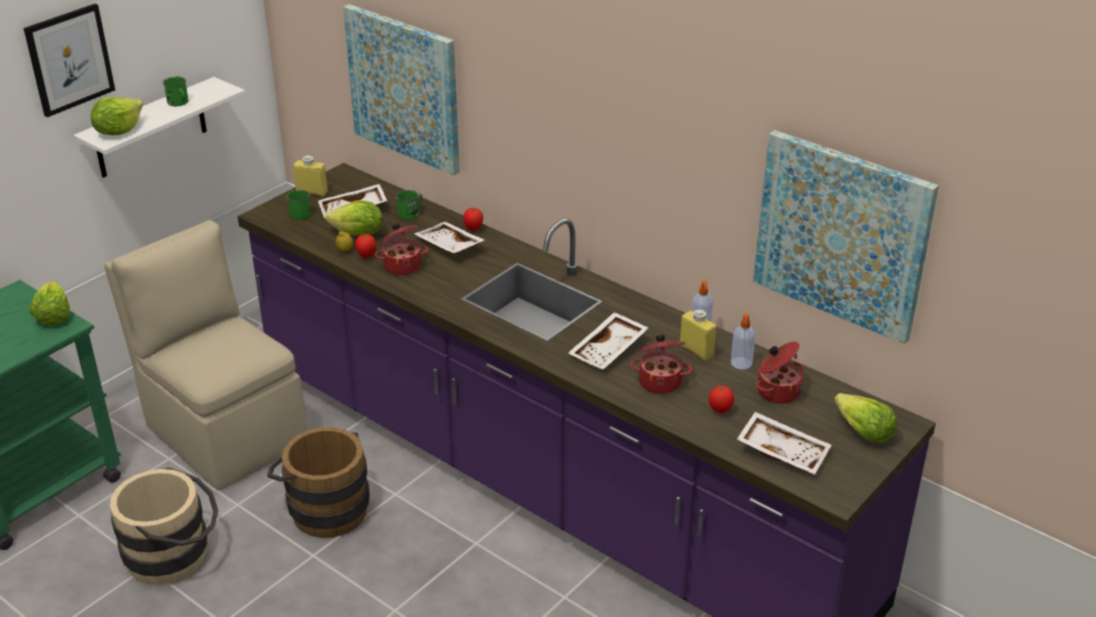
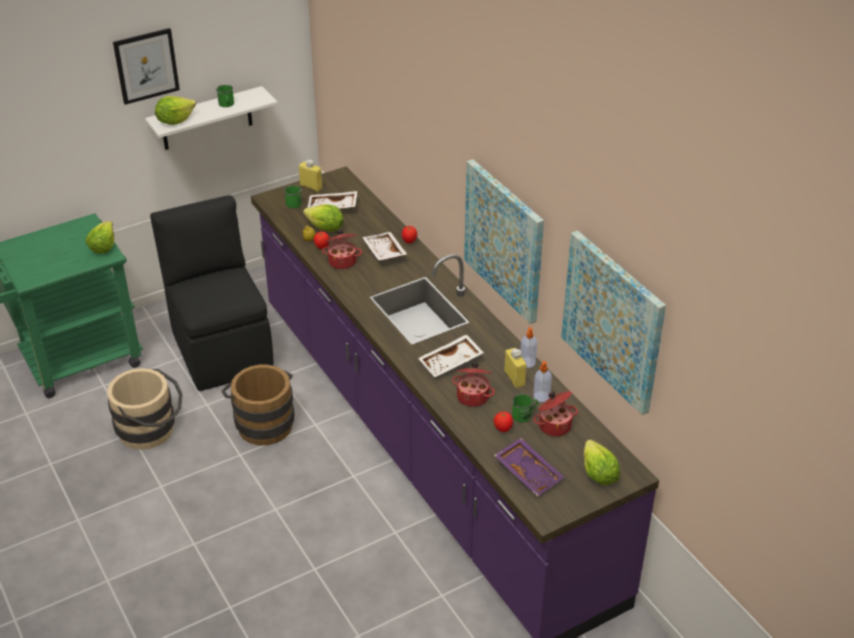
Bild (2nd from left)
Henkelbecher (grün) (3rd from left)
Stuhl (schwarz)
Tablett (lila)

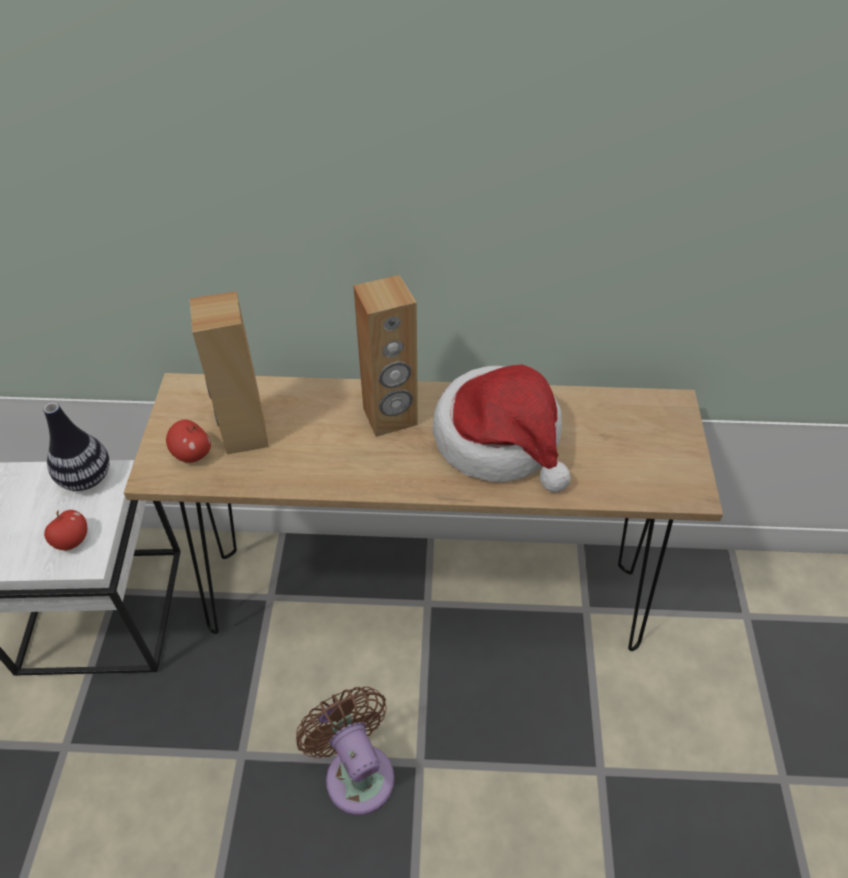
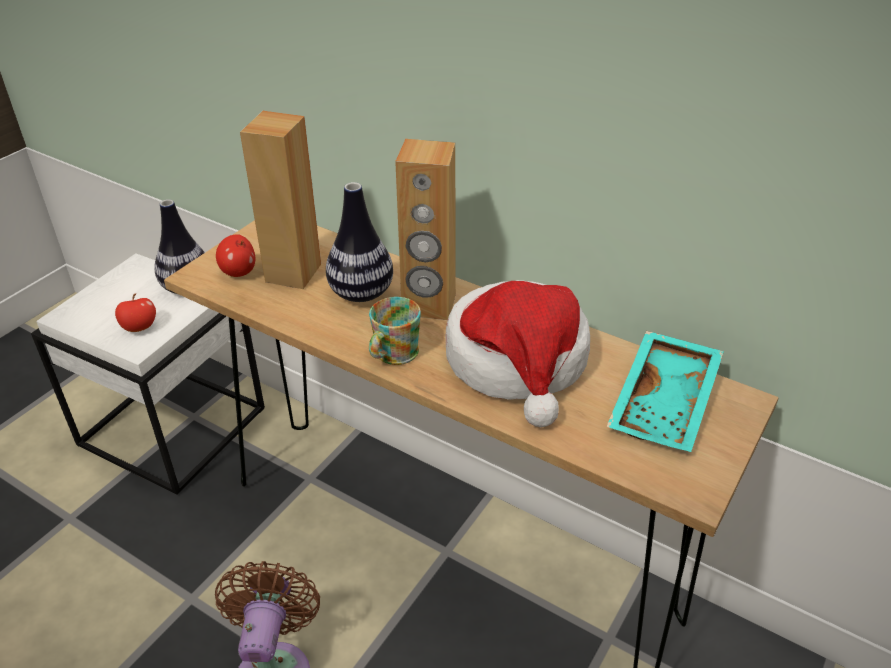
Vase (2nd from left)
Henkelbecher
Tablett (türkis)

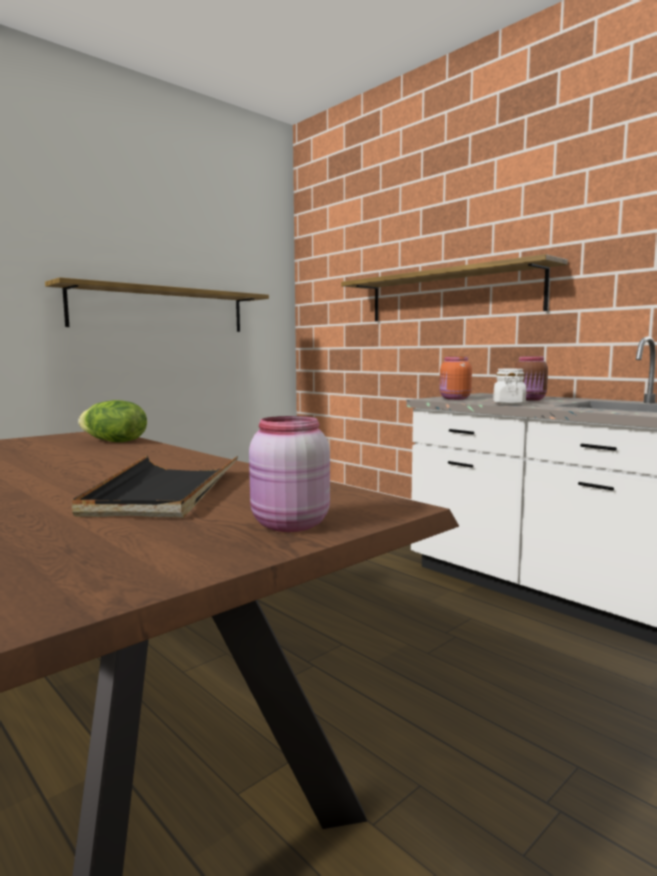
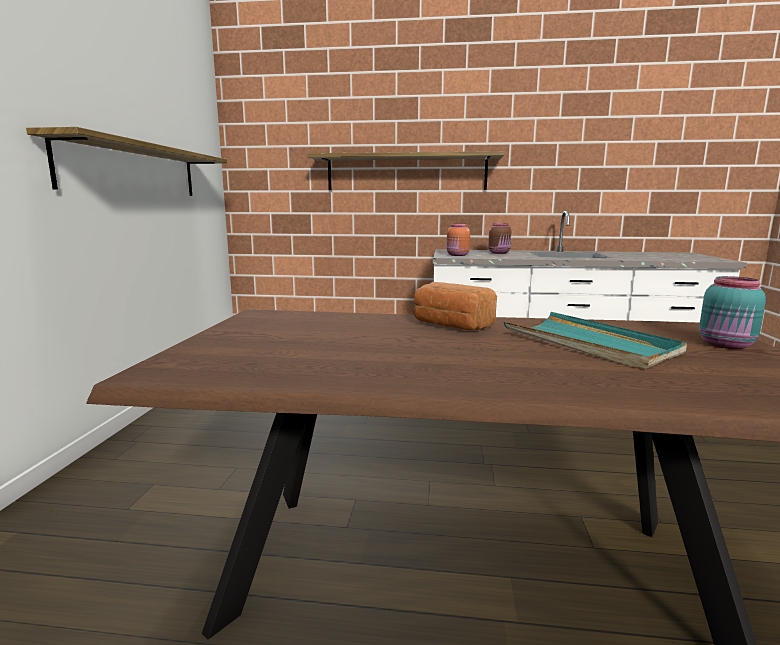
Salatkopf
Vorratsglas (weiß)
Brot
Tablett (türkis)
Vorratsglas (türkis)

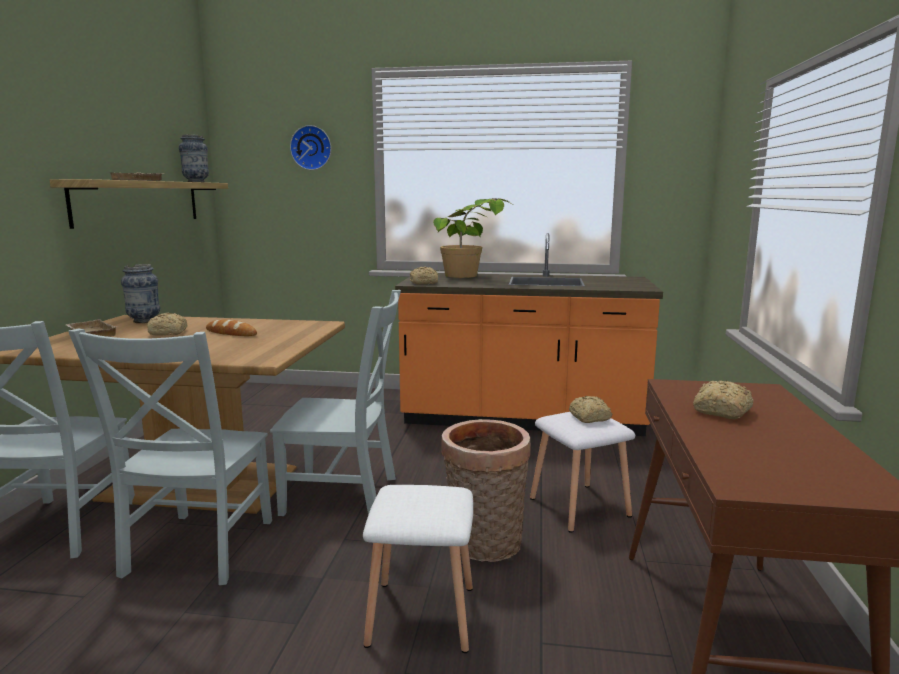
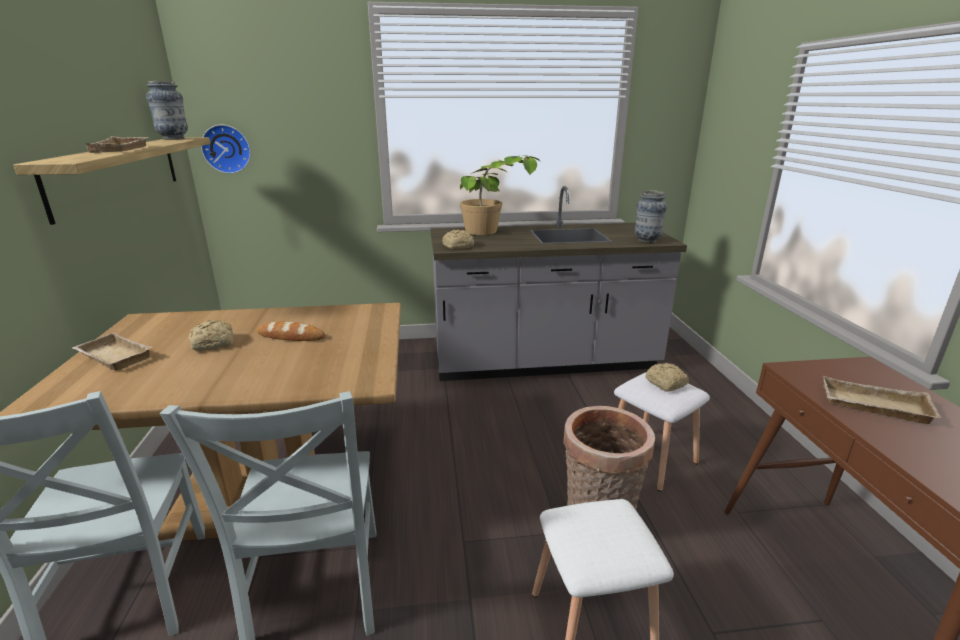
Stuhl (grau) (3rd from left in the first image)
Vase (2nd from left)
Wanduhr
Tablett (beige) (3rd from left)
Küchenzeile (grau)

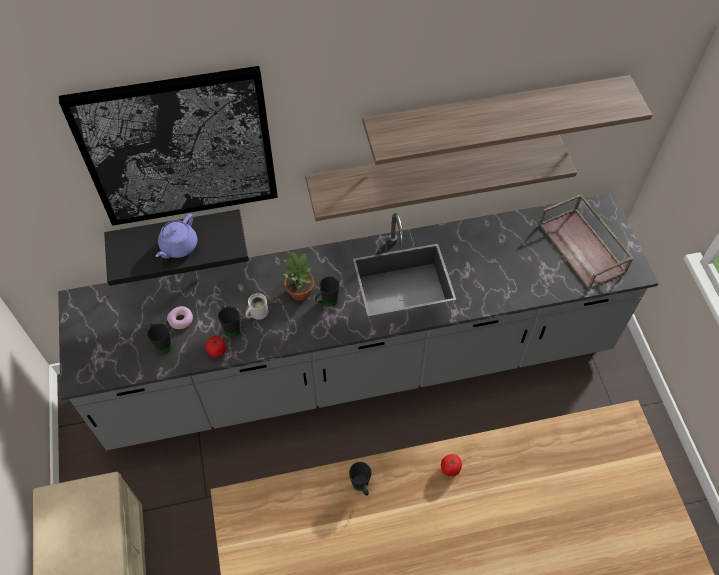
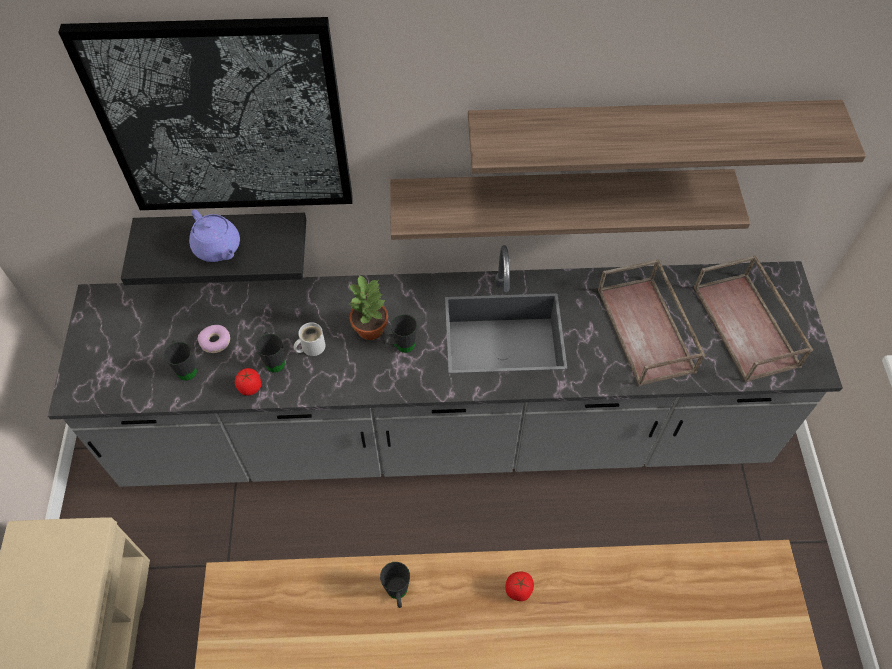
Tablett (braun) (1st from left)
Teekanne (lila)

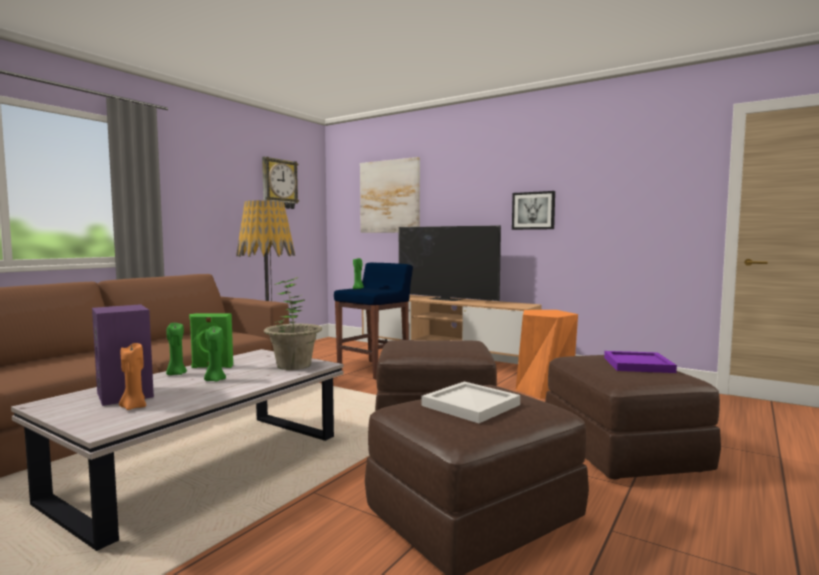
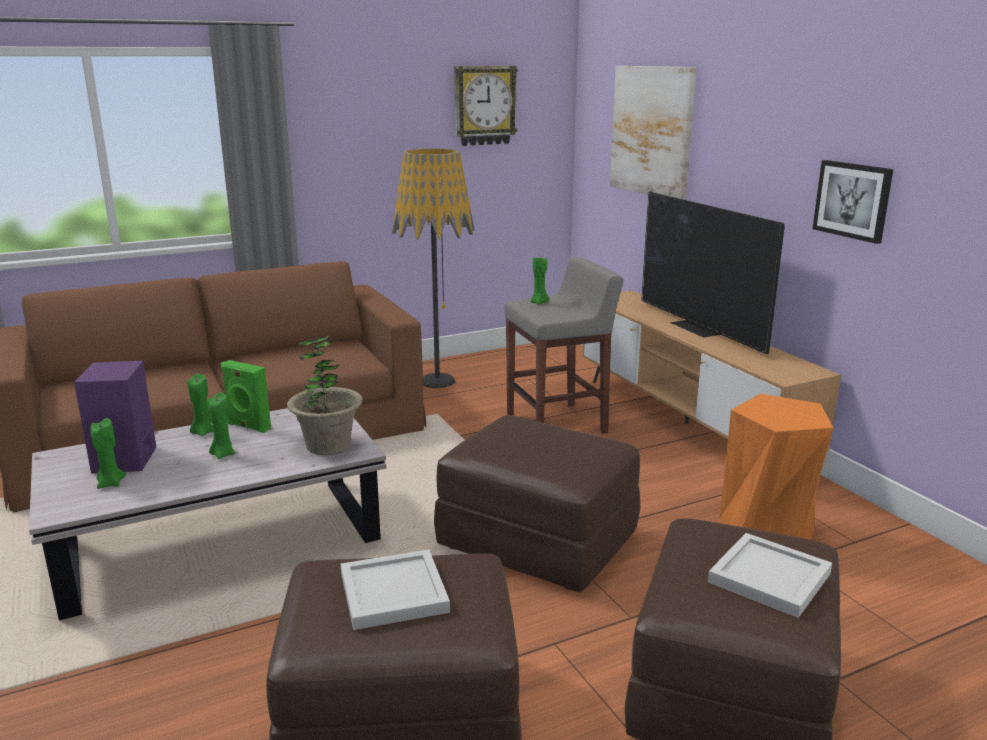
Kerze (grün) (1st from left)
Hocker (grau)
Tablett (weiß) (2nd from left)

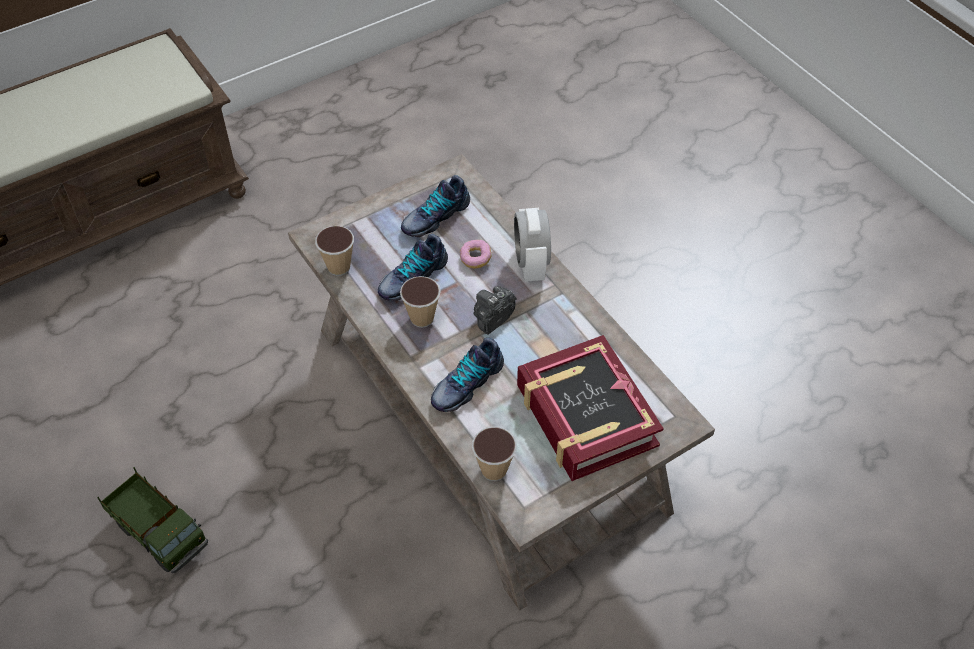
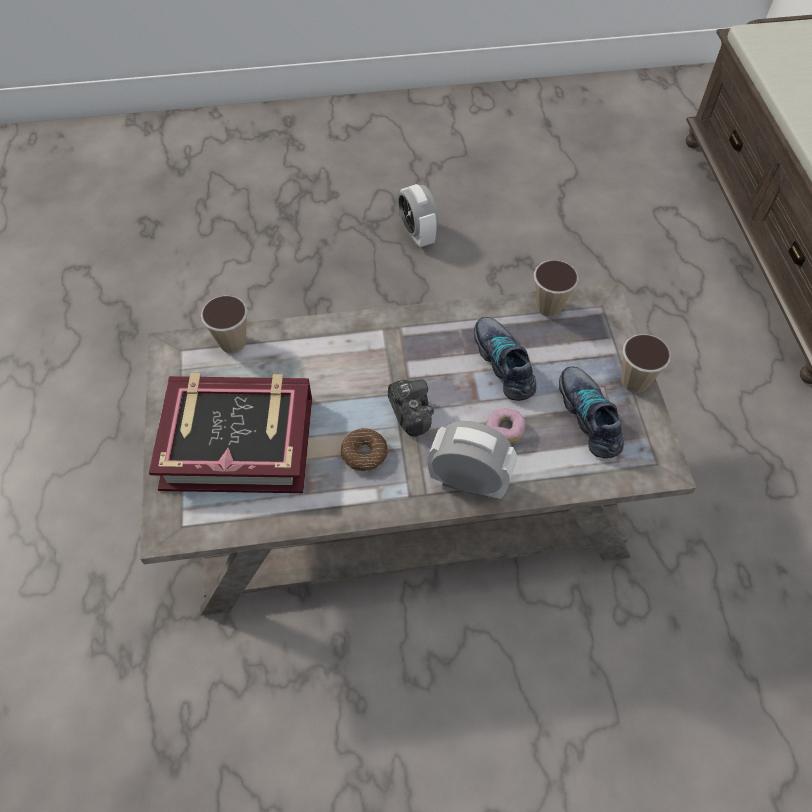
Schuh (3rd from left in the first image)
Donut (1st from left)
Tasse (3rd from left)
Wecker (1st from left)

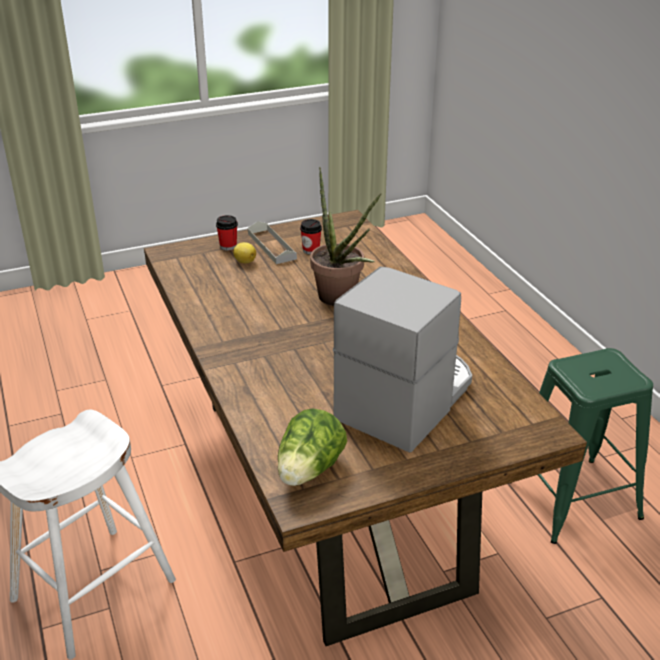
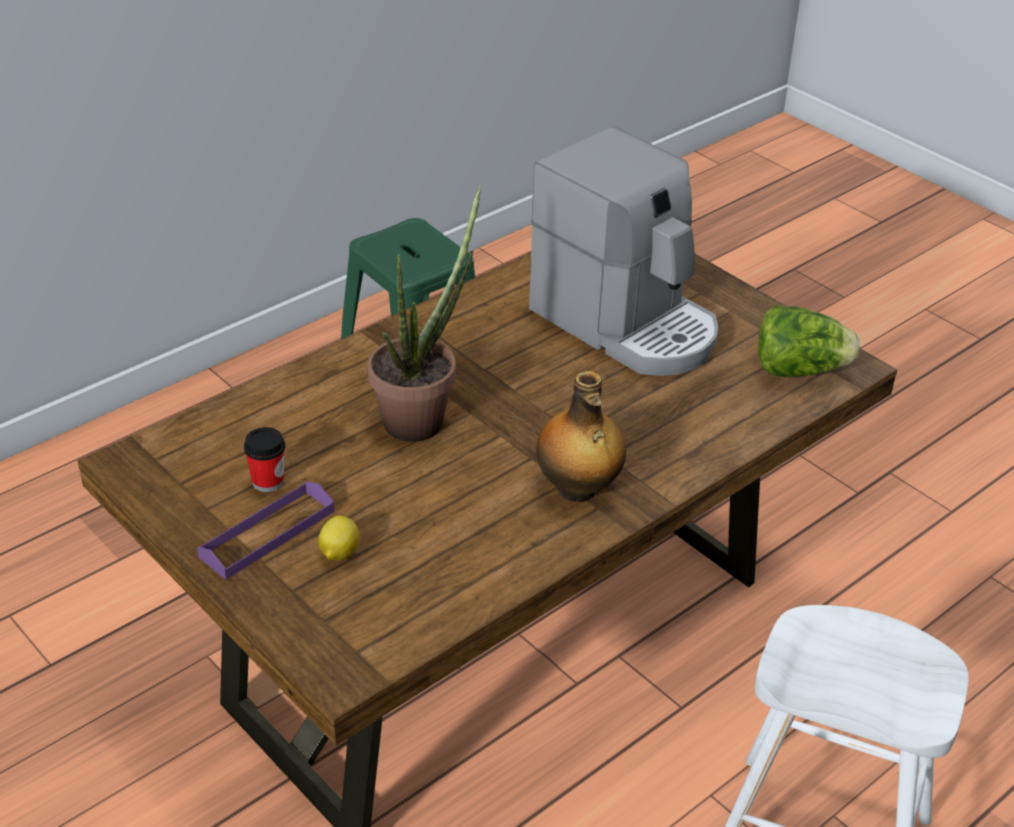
Tasse (1st from left in the first image)
Flasche
Tablett (lila)
Kaffeemaschine

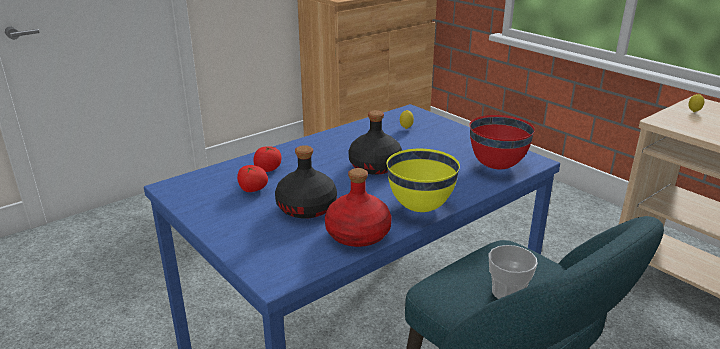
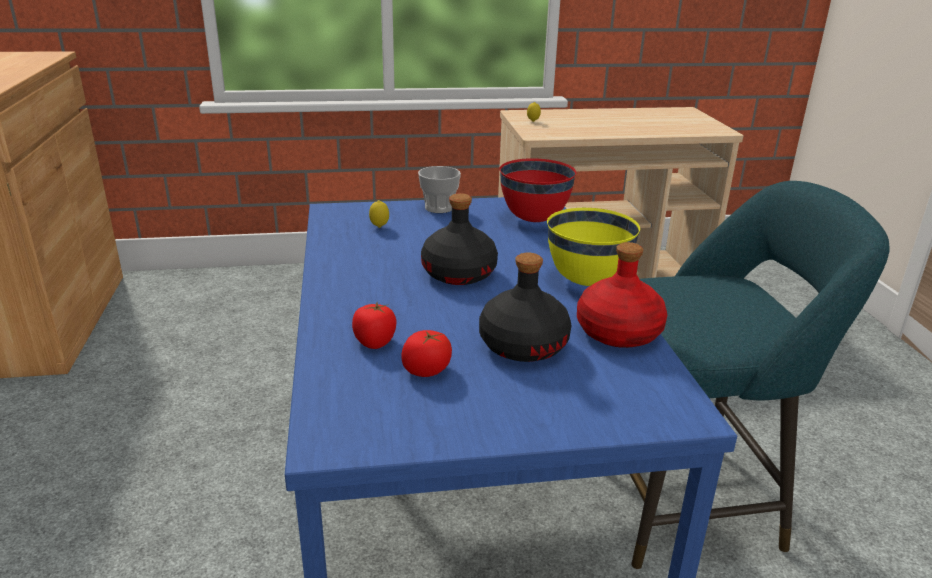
Tasse

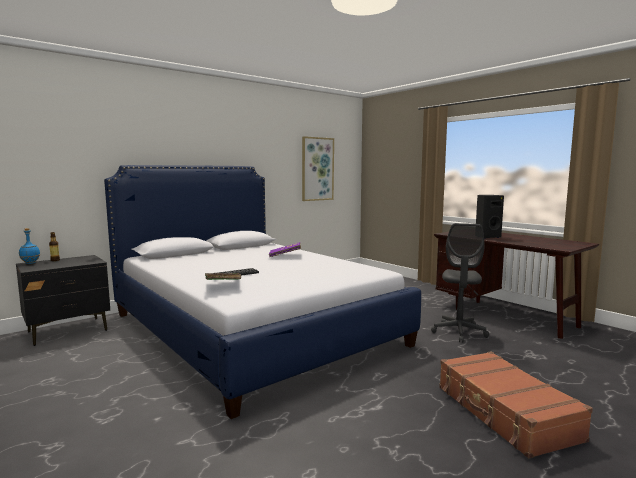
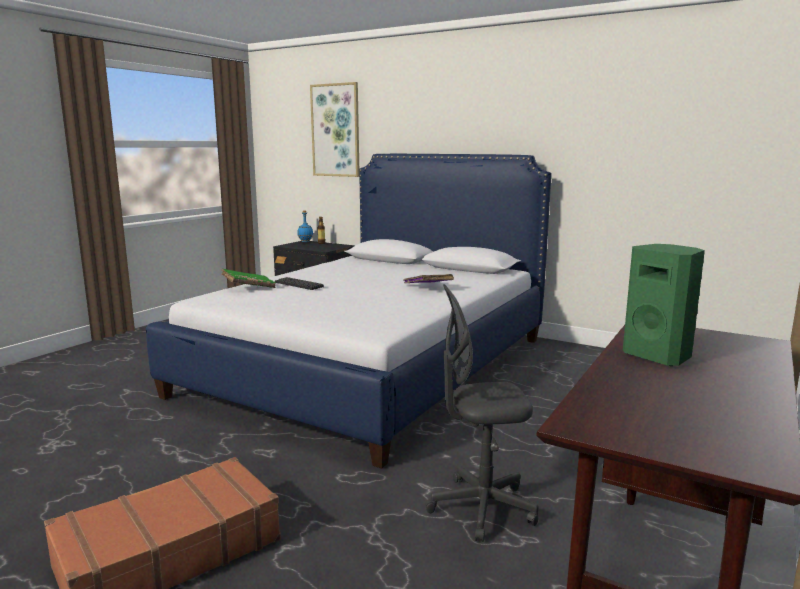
Bild
Lautsprecher (grün)

